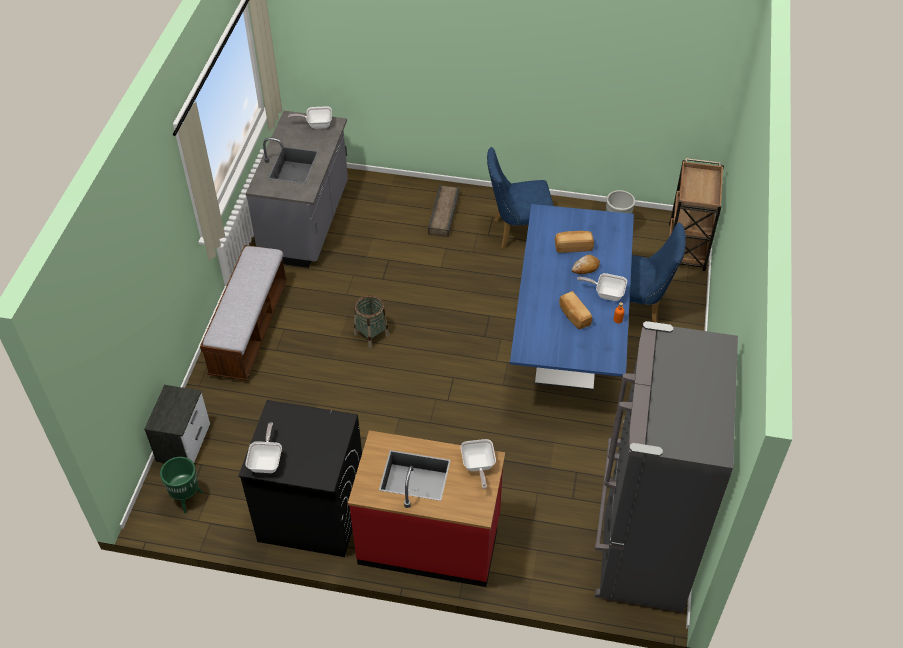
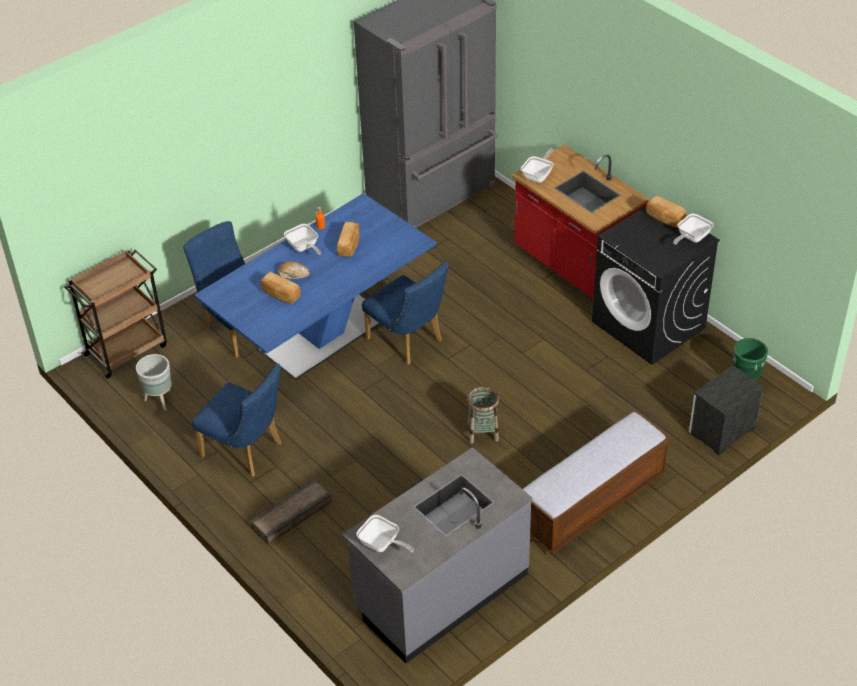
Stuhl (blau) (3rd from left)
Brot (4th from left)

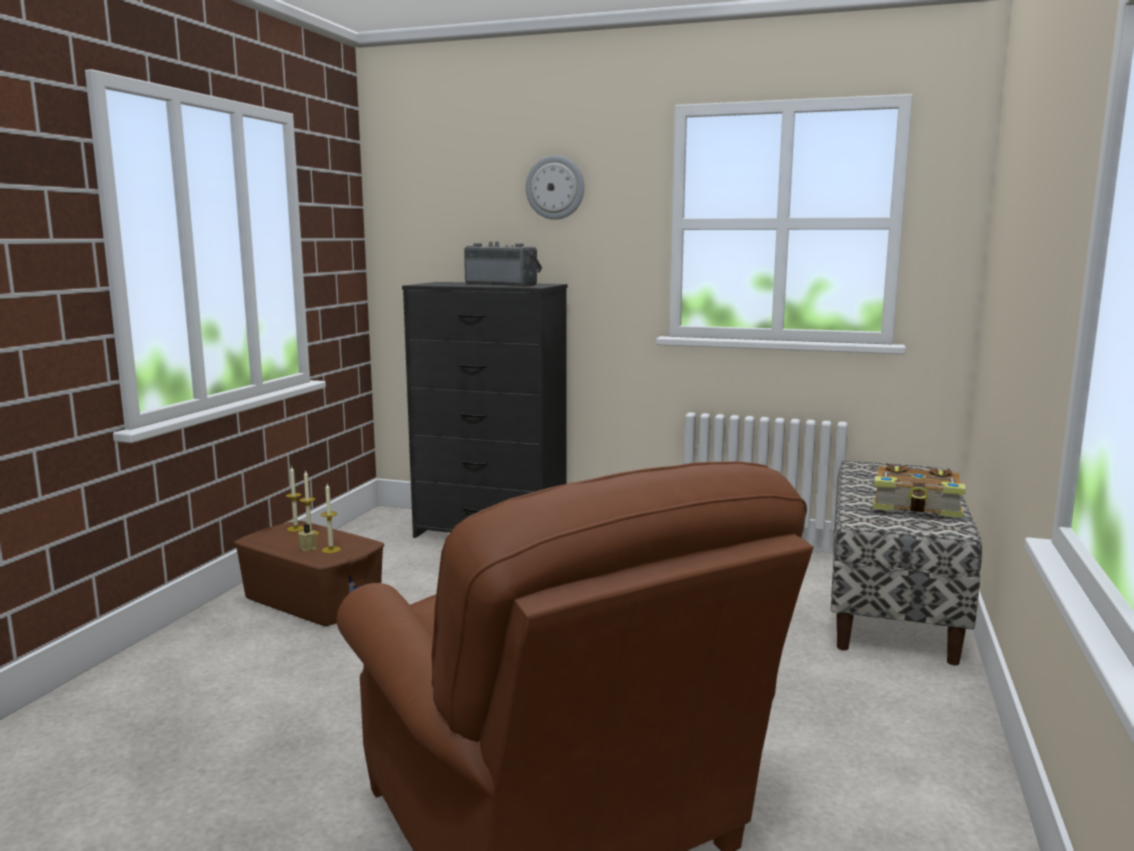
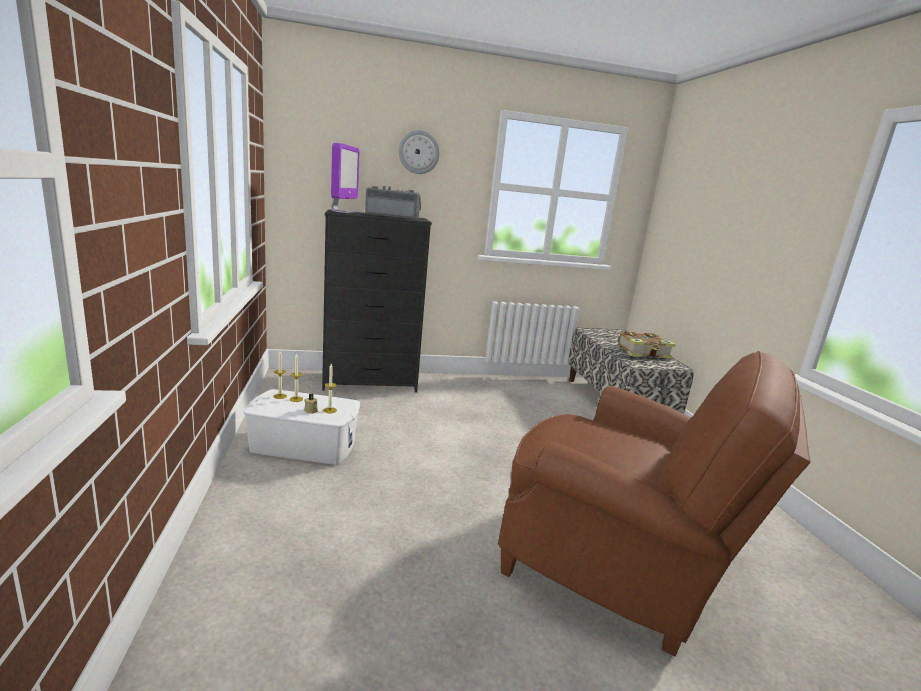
Monitor
Aufbewahrungsbox (weiß)

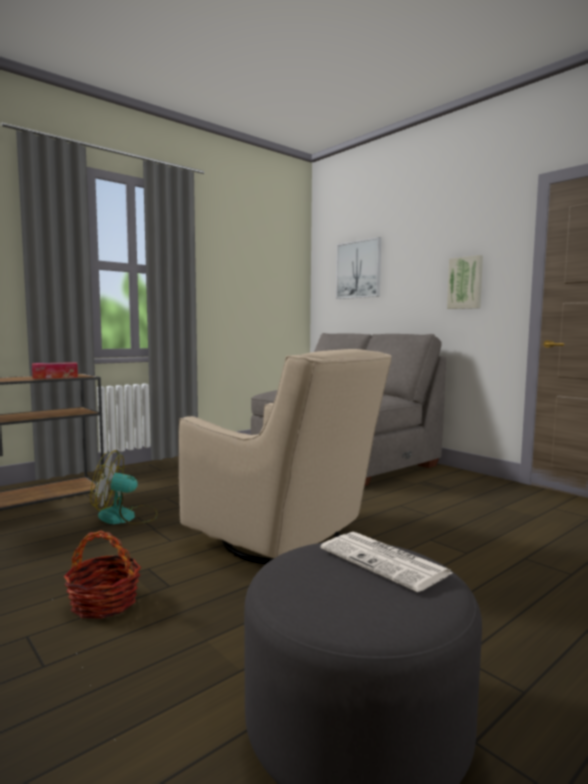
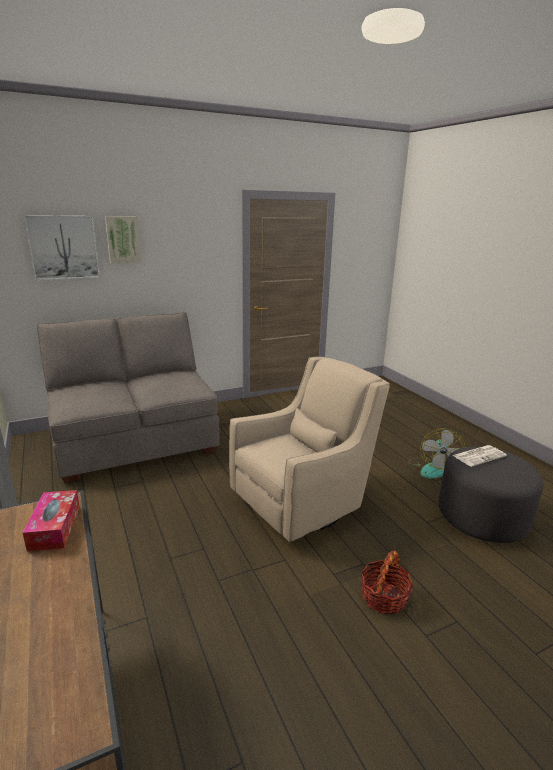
Ventilator
Bild (2nd from left)

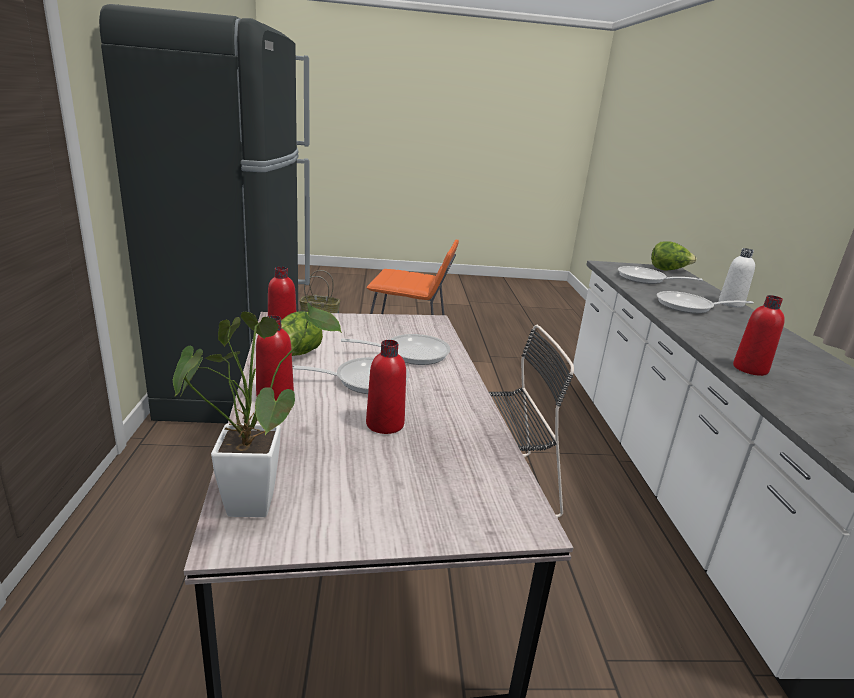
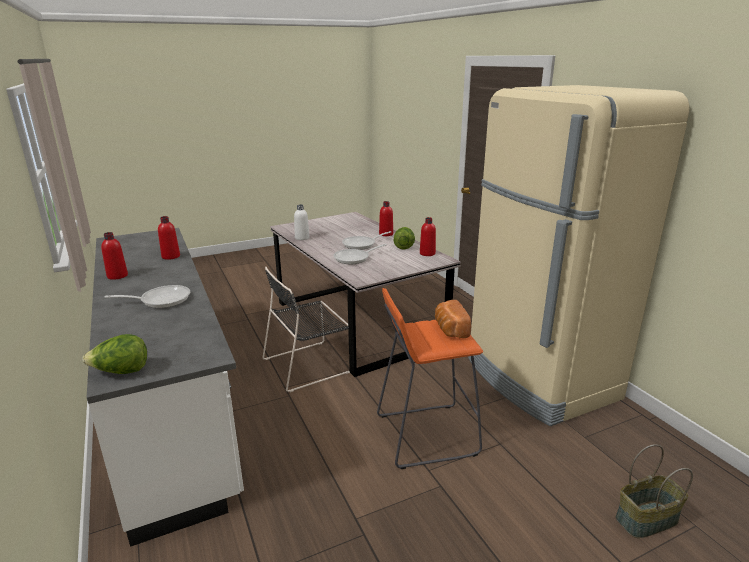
Topfpflanze
Pfanne (3rd from left in the first image)
Brot
Flasche (rot) (1st from left)
Flasche (weiß)
Kühlschrank (beige)

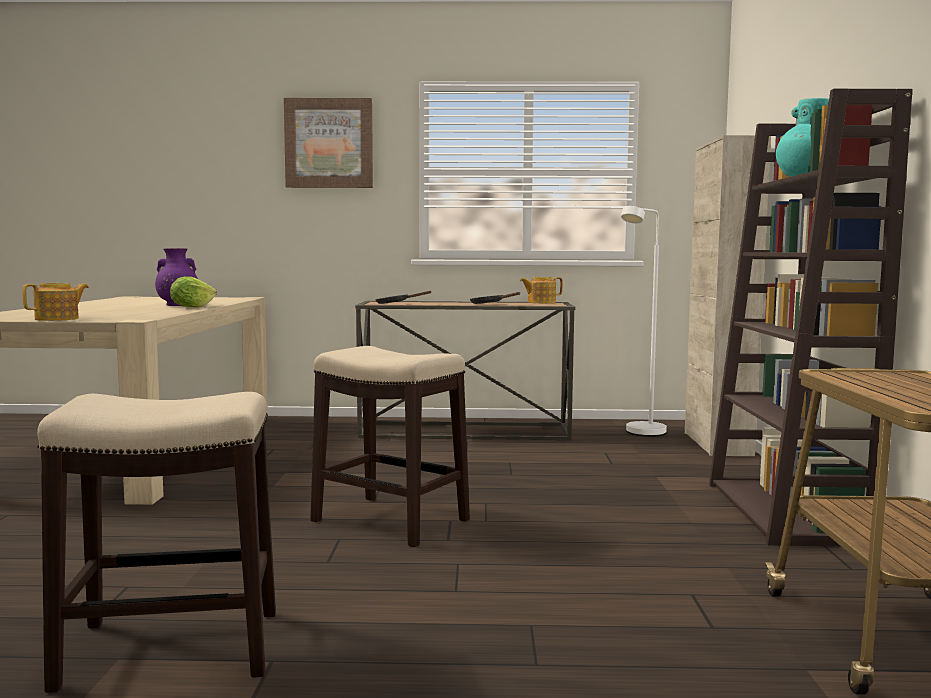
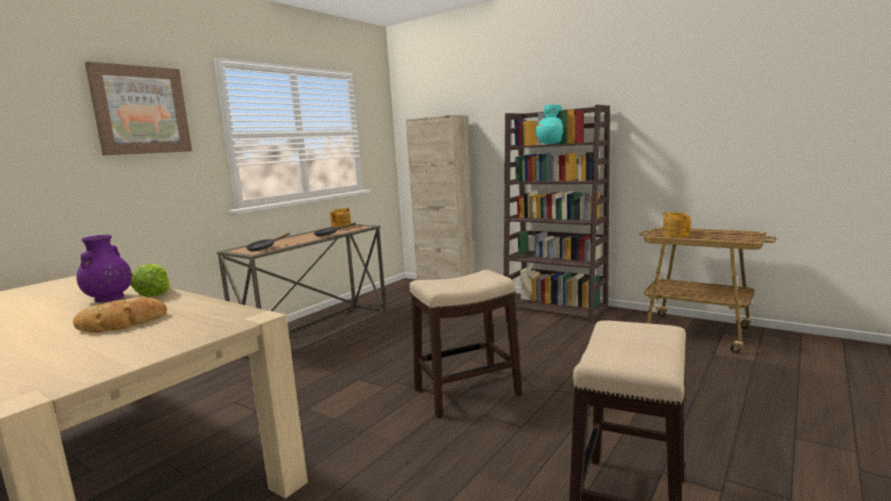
Stehlampe (weiß)
Brot
Teekanne (2nd from left)

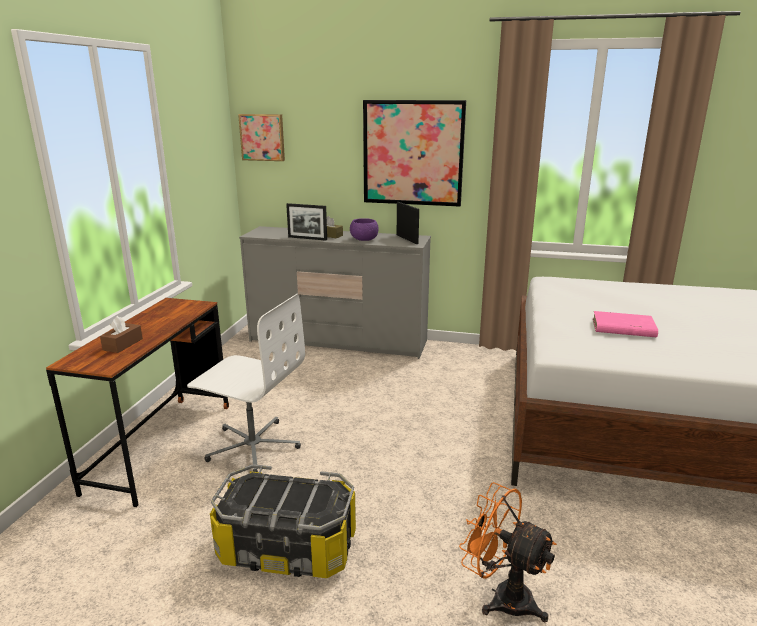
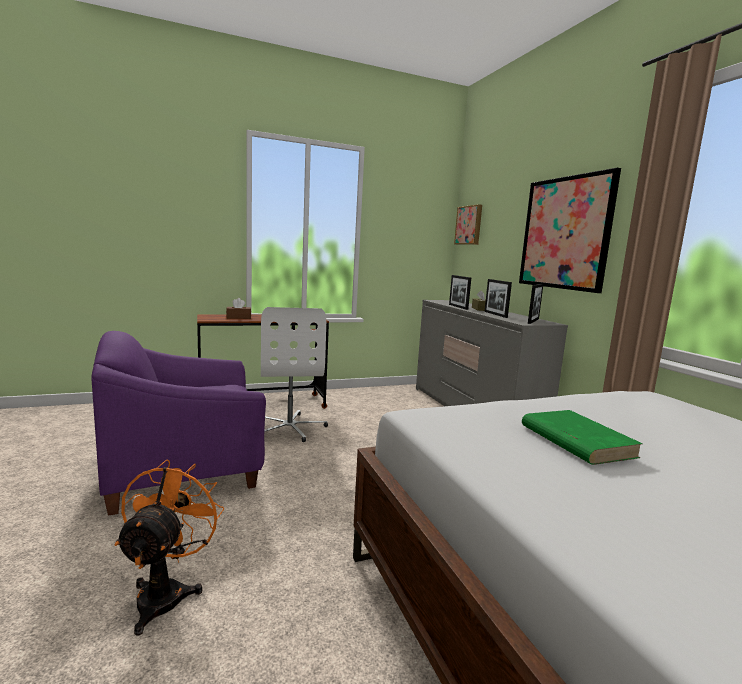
Sessel (lila)
Bilderrahmen (2nd from left)
Buch (grün)

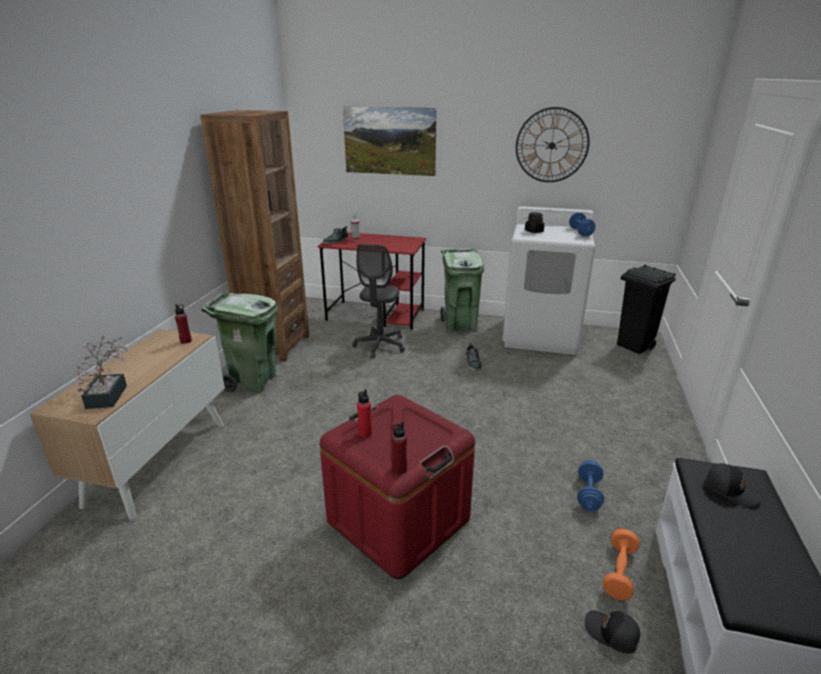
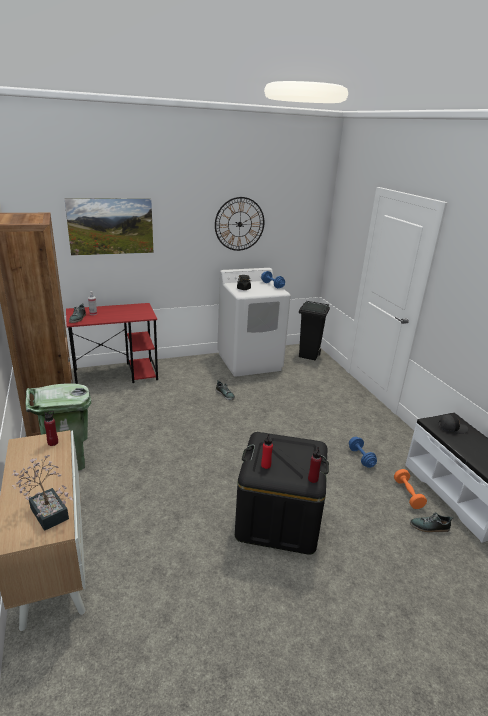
Bürostuhl (grau)
Mülleimer (grün) (2nd from left in the first image)
Schuh (3rd from left)
Aufbewahrungsbox (schwarz)

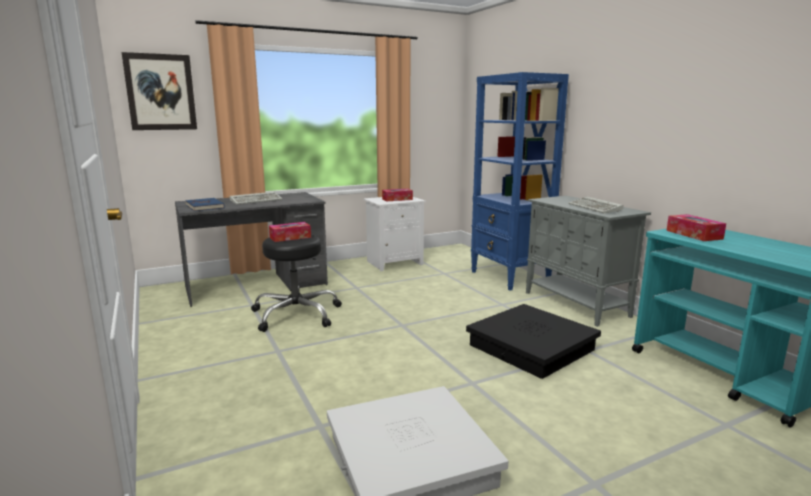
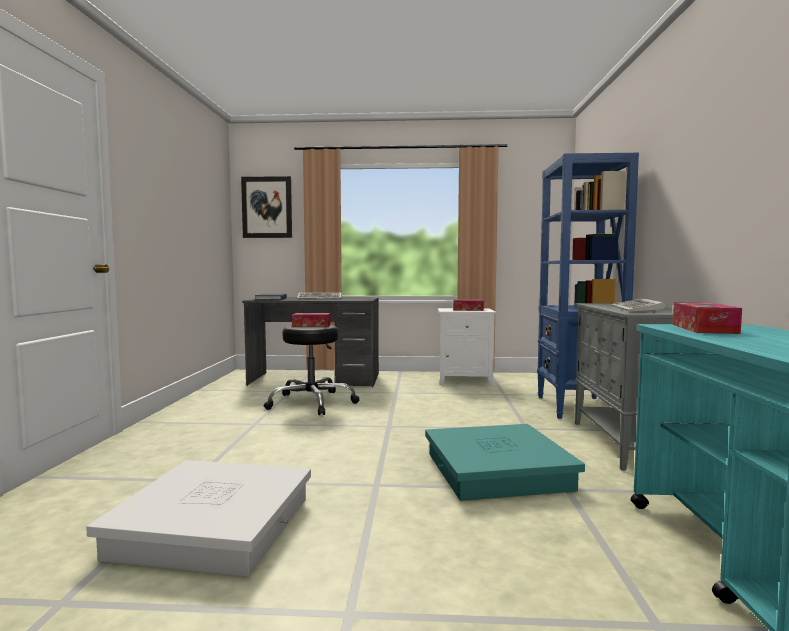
Aufbewahrungsbox (türkis)

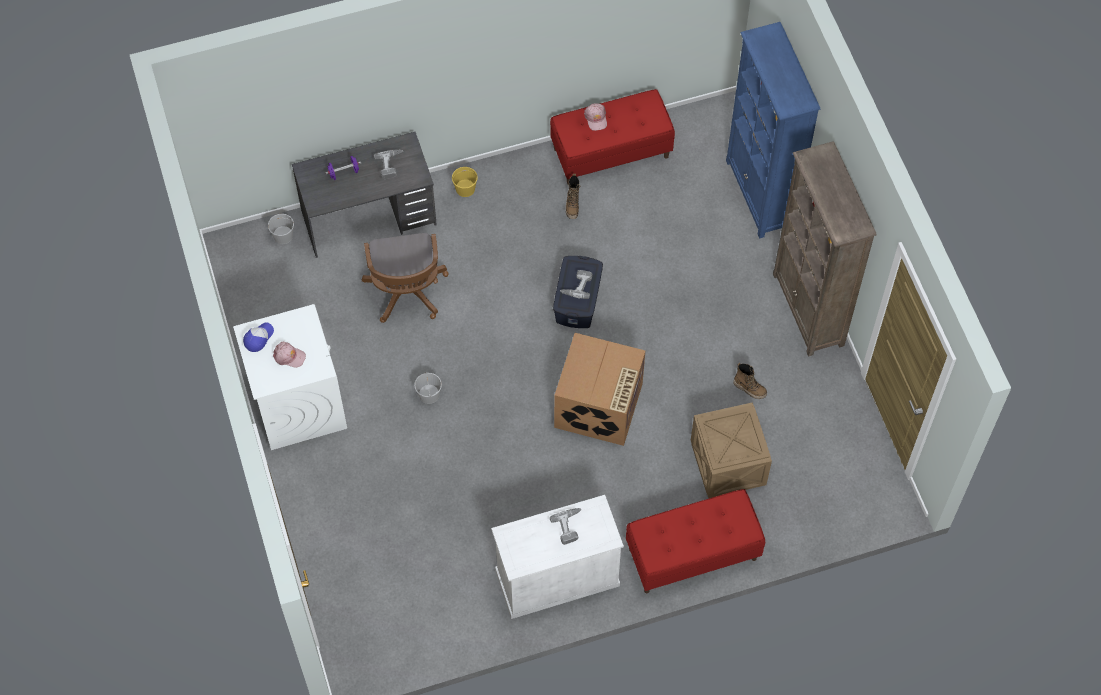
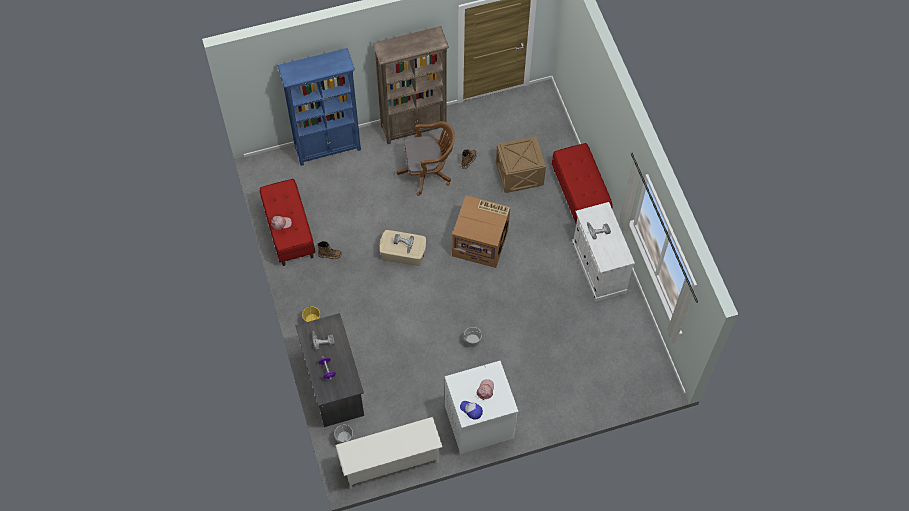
Schuhregal (weiß)
Bürostuhl (braun)
Aufbewahrungsbox (beige)

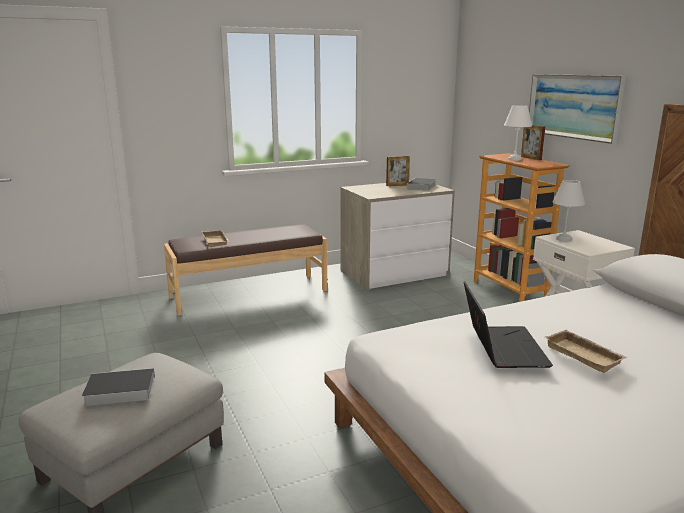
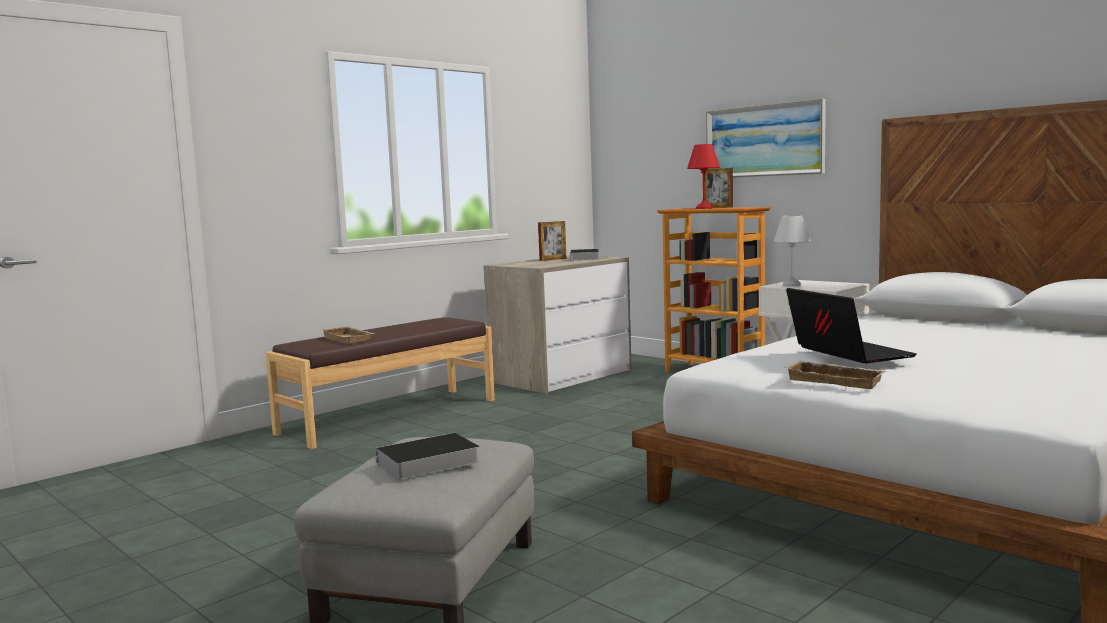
Tablett (beige) (2nd from left)
Tischlampe (rot)

